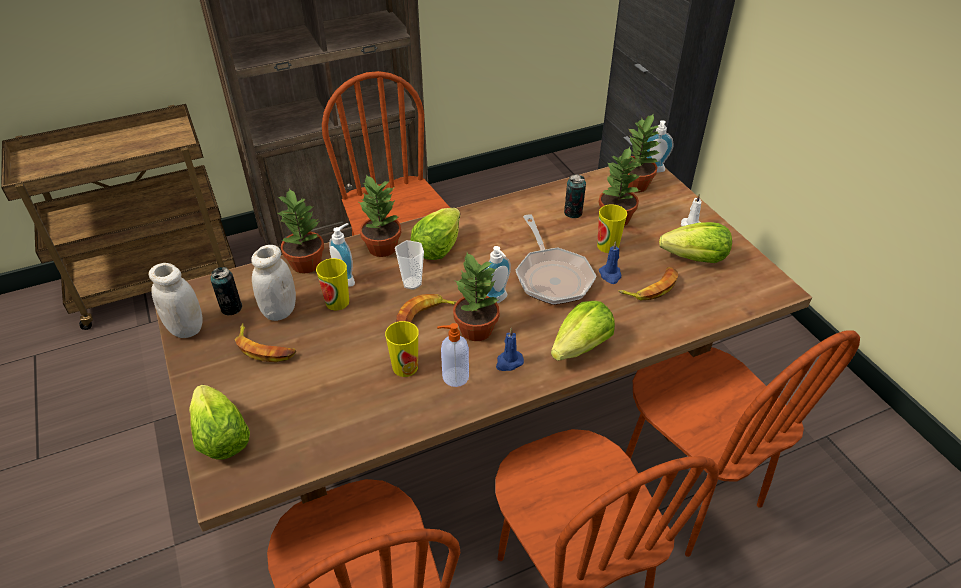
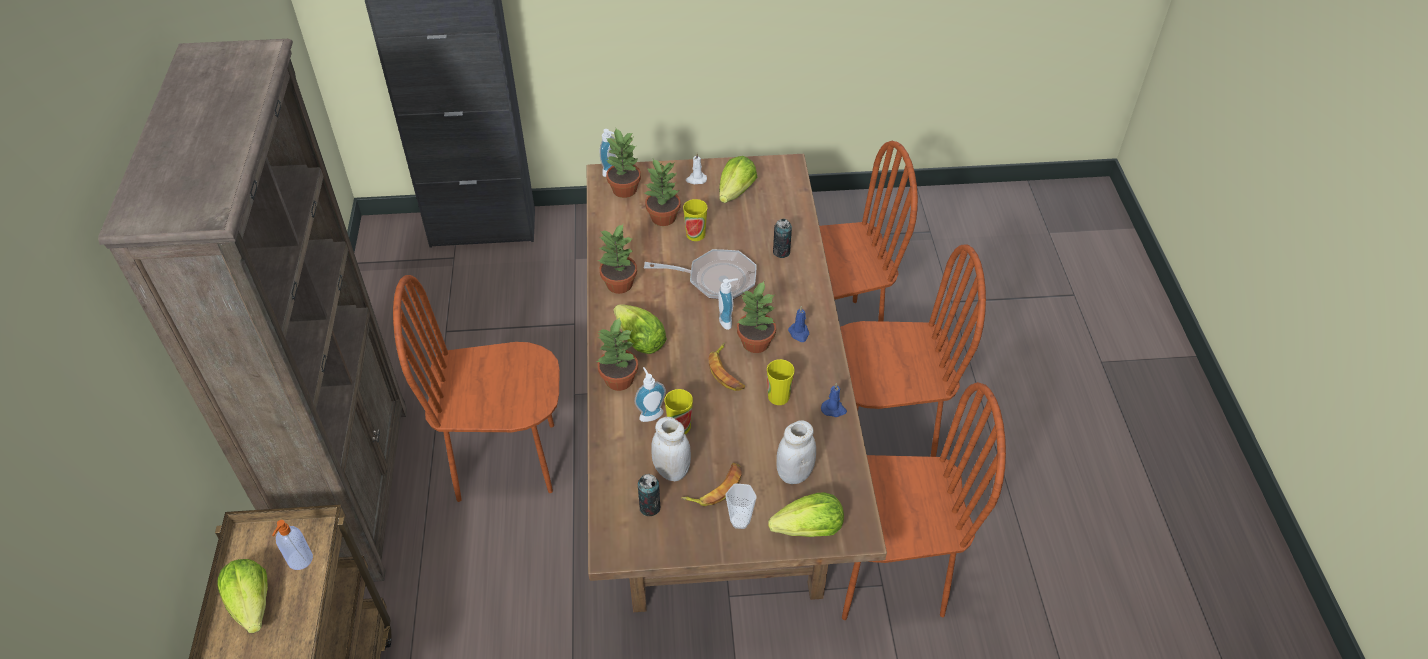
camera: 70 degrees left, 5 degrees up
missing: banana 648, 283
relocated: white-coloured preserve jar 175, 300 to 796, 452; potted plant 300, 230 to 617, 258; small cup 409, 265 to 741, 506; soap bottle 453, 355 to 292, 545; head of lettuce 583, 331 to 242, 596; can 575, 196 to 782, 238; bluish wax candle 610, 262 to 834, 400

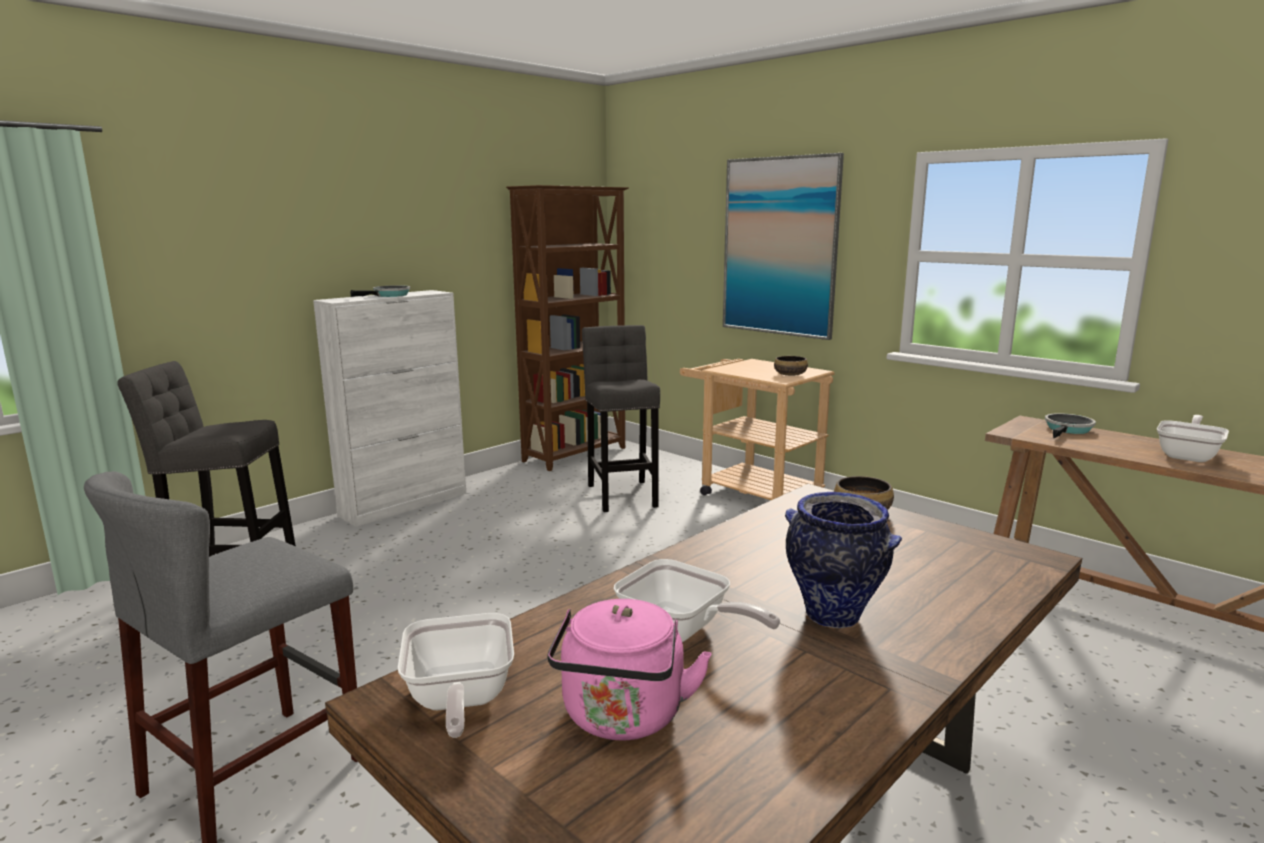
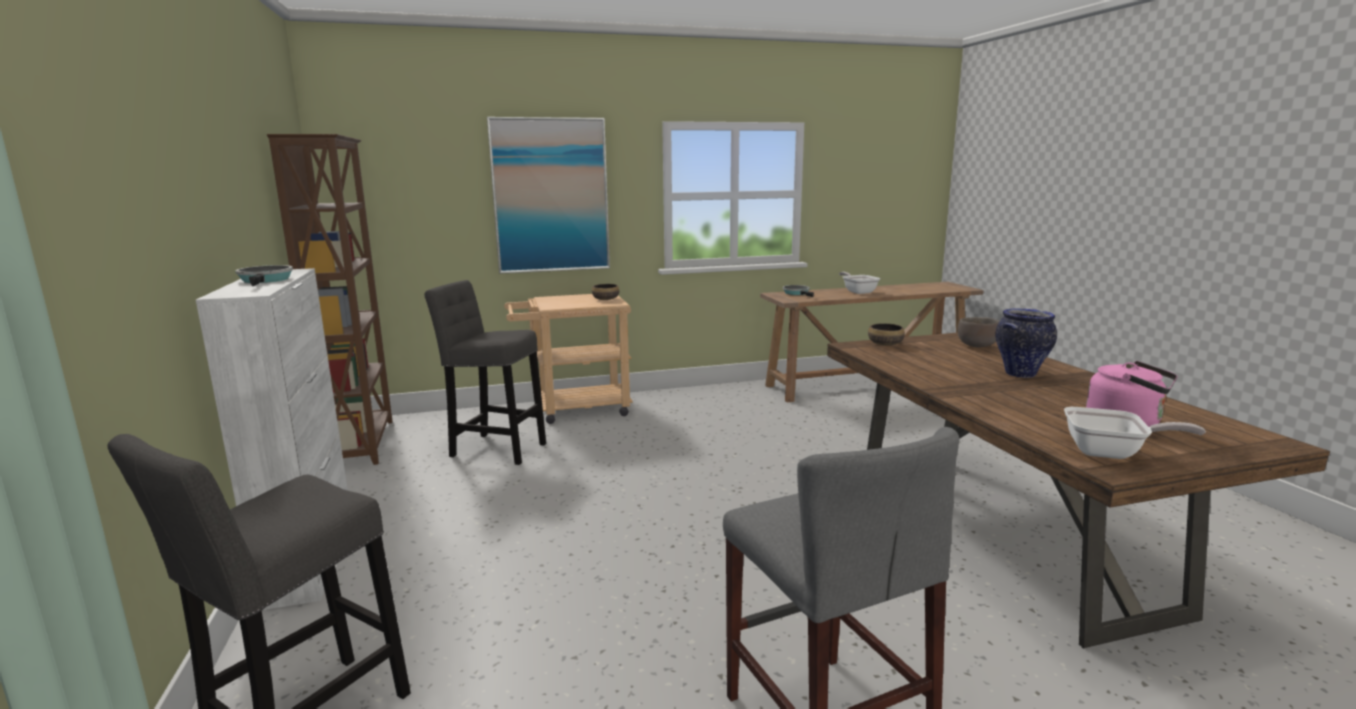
camera: 60 degrees left, 0 degrees up
missing: frying pan 696, 600
appeared: brown serving bowl 978, 332

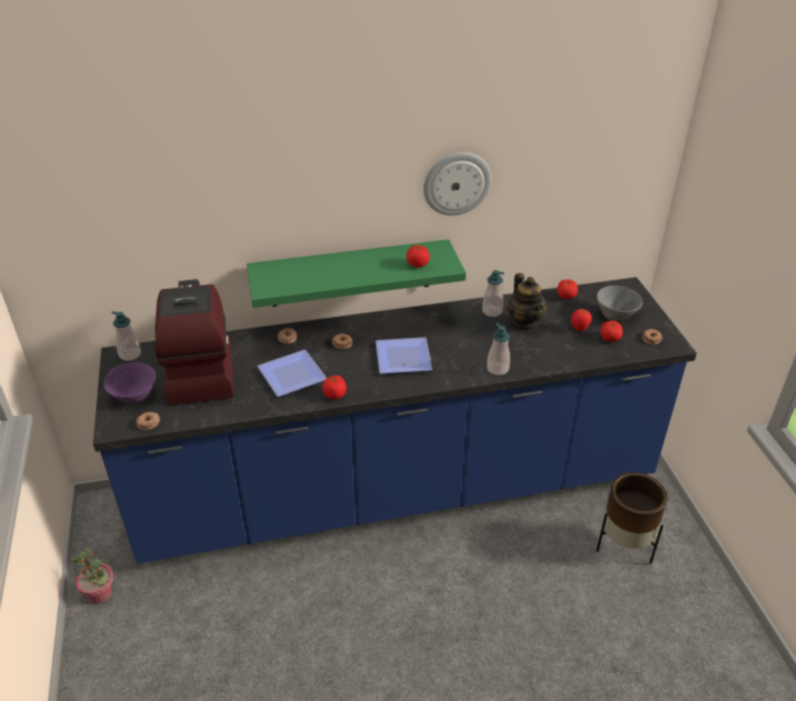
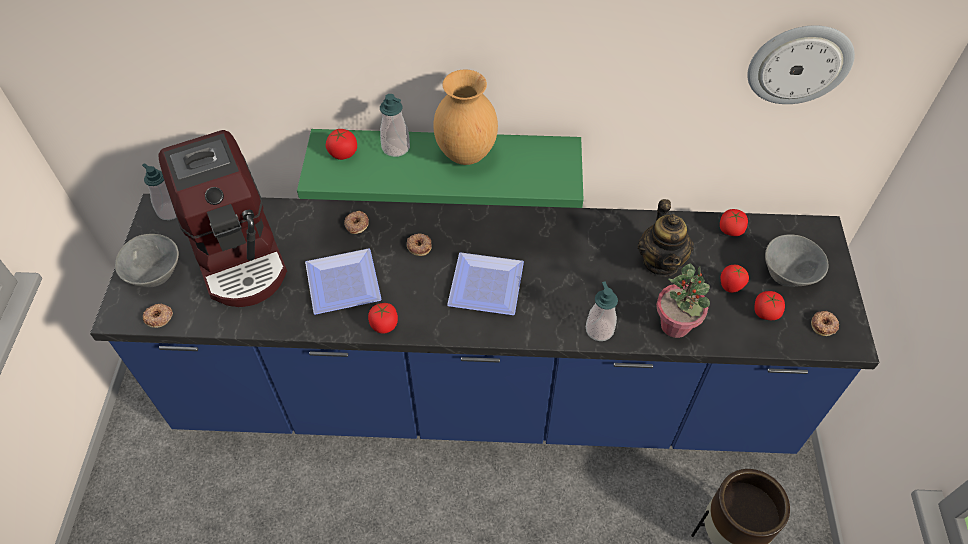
camera: 15 degrees right, 15 degrees up
appeared: brown decorative vase 465, 117
relocated: potted plant 92, 576 to 683, 301; fresh tomato 418, 256 to 341, 144; clock on the wall 457, 184 to 801, 64; soap bottle 493, 293 to 395, 125
colour: purplish serving bowl 130, 383 to grey serving bowl 147, 260
spun: coffee machine 194, 342 = 222, 218 150 degrees clockwise

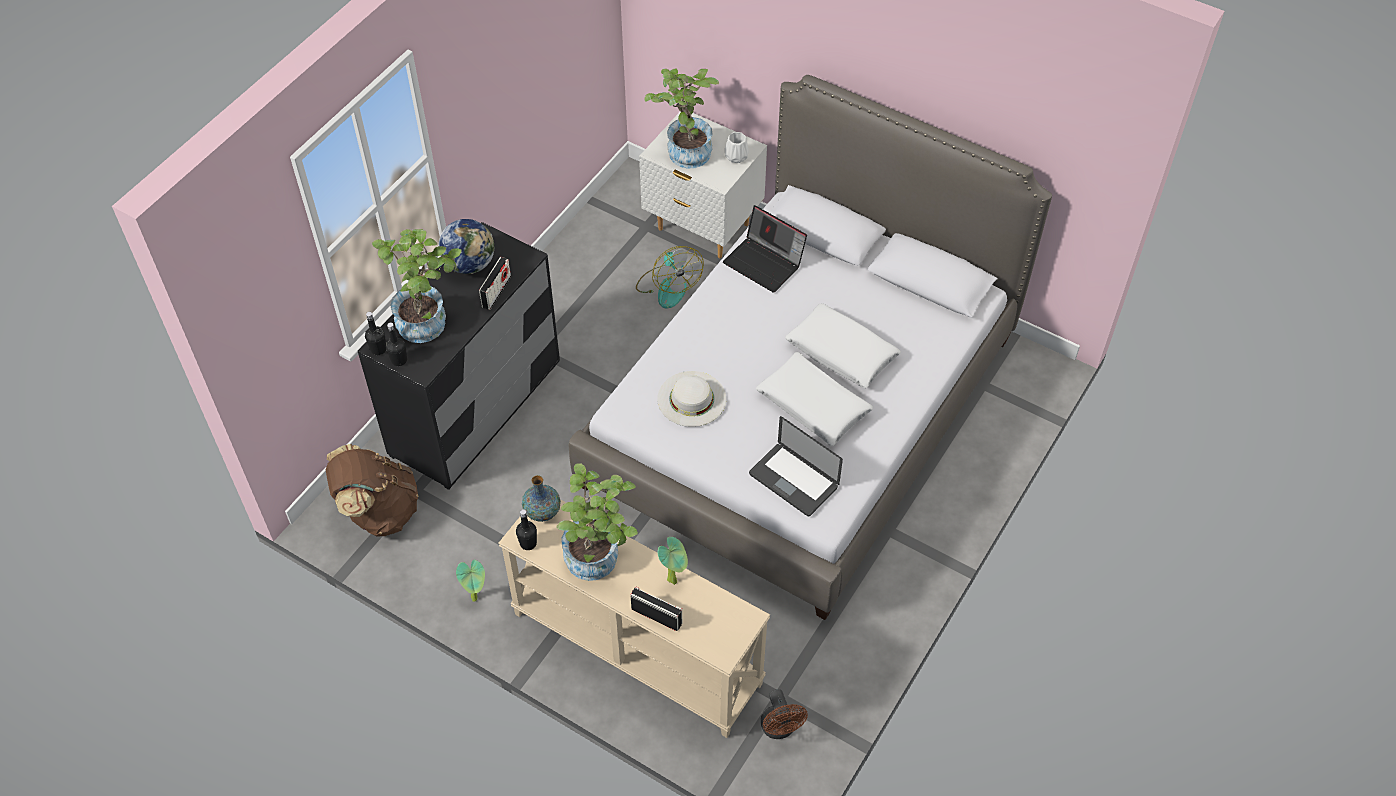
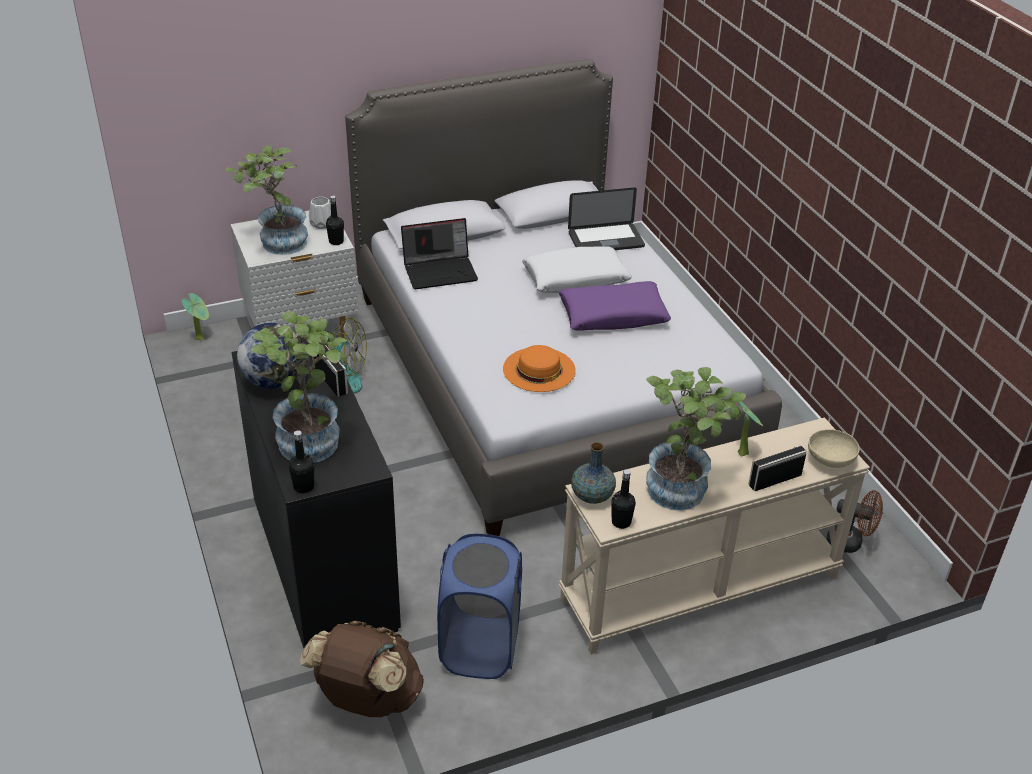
camera: 55 degrees left, 15 degrees down
appeared: bluish washing basket 479, 606; beige-coloured serving bowl 834, 448
relocated: black-coloured bottle 396, 344 to 335, 220; potted plant 470, 581 to 195, 317; notebook computer 796, 466 to 606, 218
colour: white-coloured hat 691, 399 to orange-coloured hat 539, 368; white-coloured throw pillow 814, 399 to purplish throw pillow 615, 306

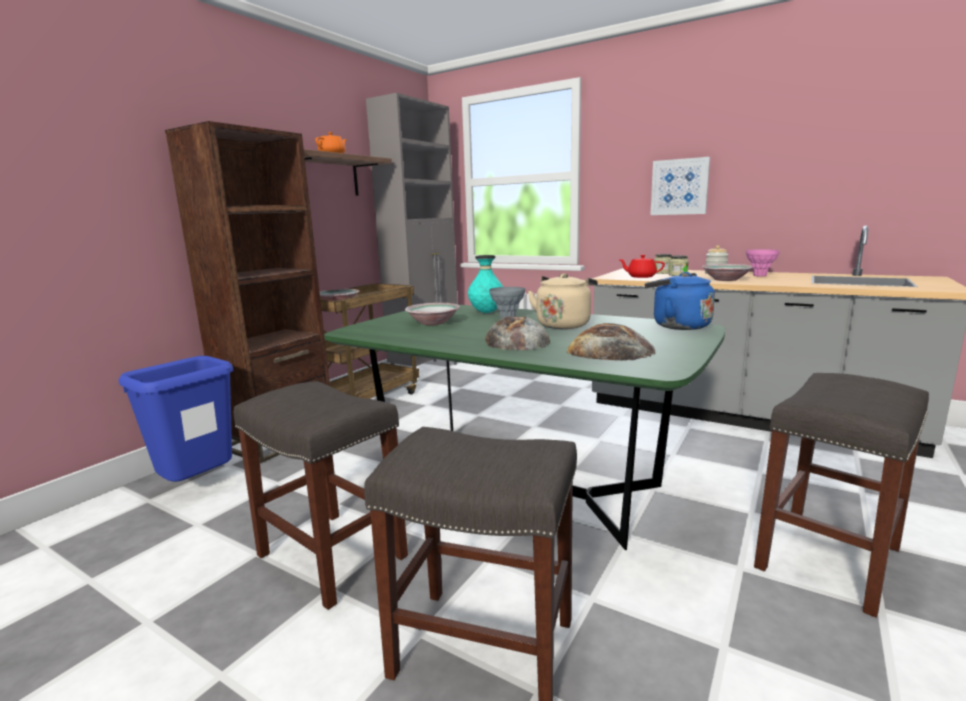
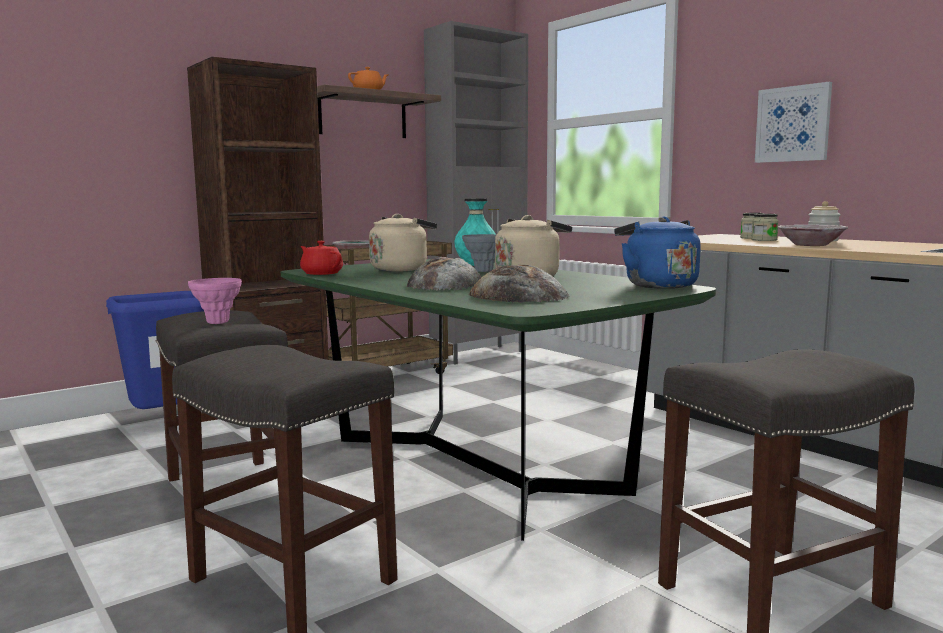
camera: 20 degrees right, 5 degrees down
relocated: red-coloured tea pot 641, 266 to 321, 258; pink-coloured decorative vase 762, 263 to 215, 301
exchanged: serving bowl 432, 314 to beige-coloured kettle 403, 243

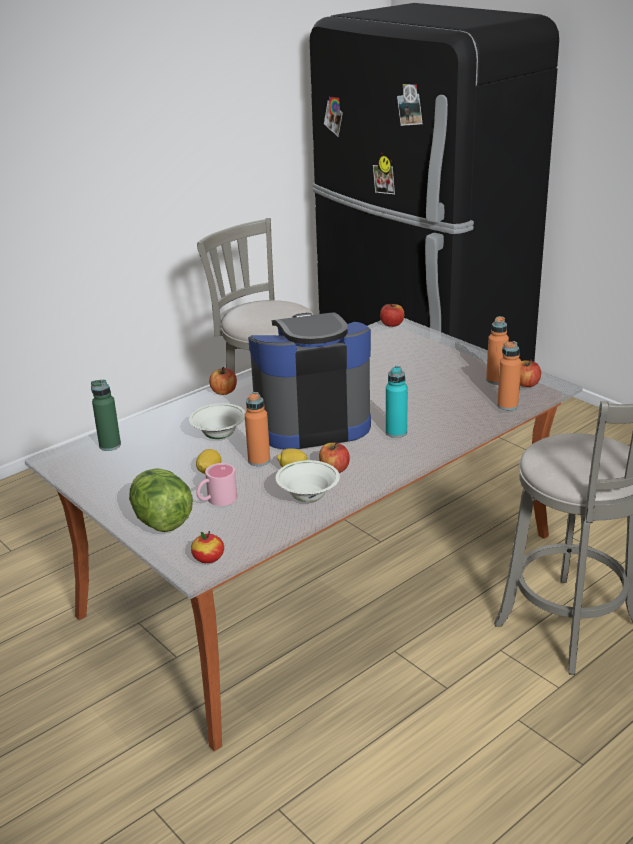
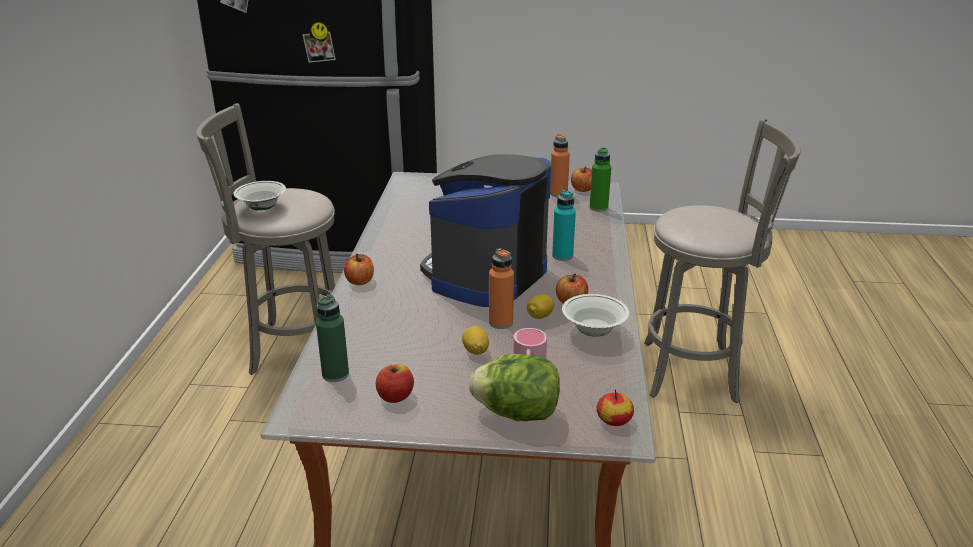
camera: 45 degrees left, 0 degrees up
relocated: white-coloured serving bowl 217, 421 to 260, 196; whole apple 392, 315 to 395, 383
colour: orange-coloured bottle 509, 375 to green bottle 600, 179

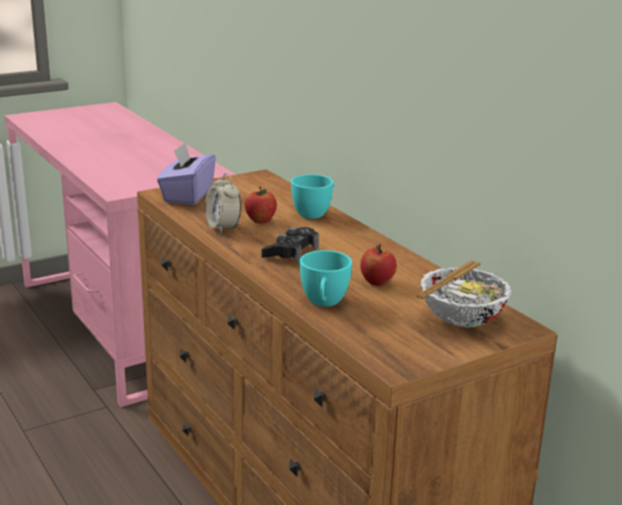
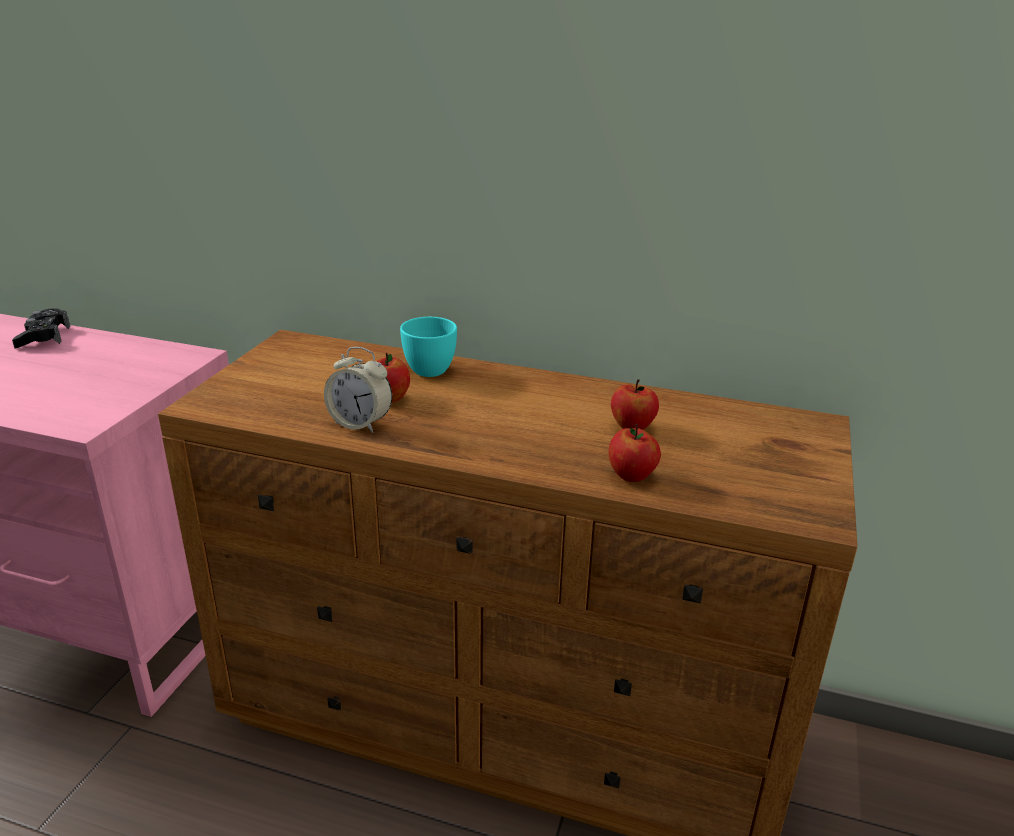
camera: 40 degrees left, 5 degrees up
missing: purplish tissue holder 186, 174; serving bowl 464, 293
relocated: black-coloured joypad 290, 245 to 41, 328
exchanged: blue-green small cup 326, 278 to whole apple 634, 453

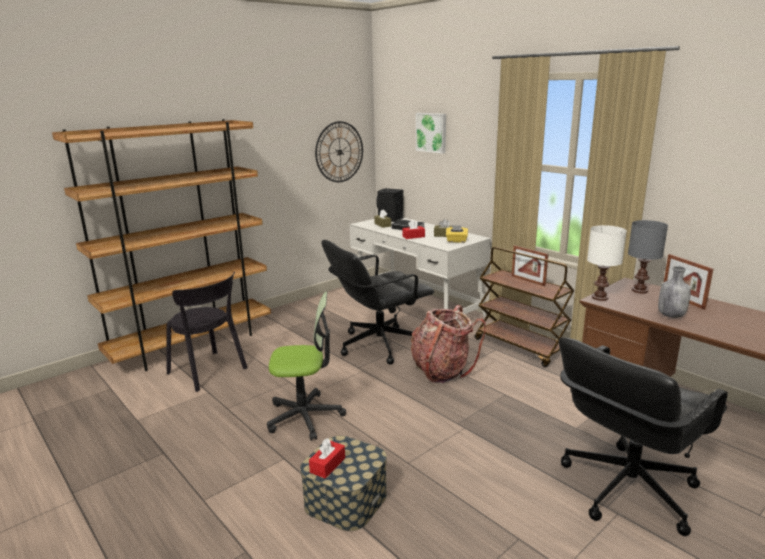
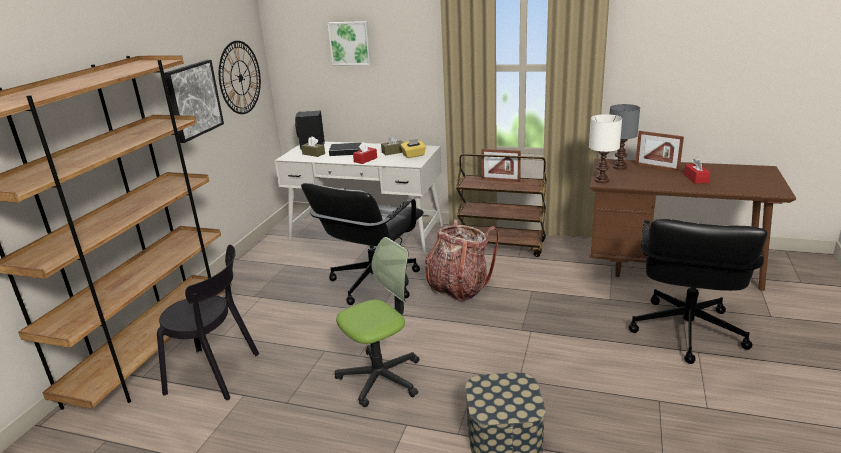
camera: 30 degrees left, 5 degrees up
missing: grey bottle 674, 292
appeared: wall art 194, 101
relocated: red-coloured tissue holder 327, 458 to 697, 170

